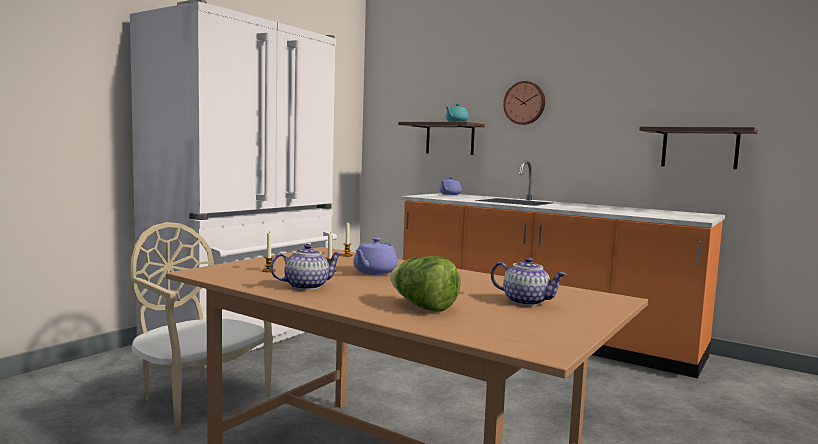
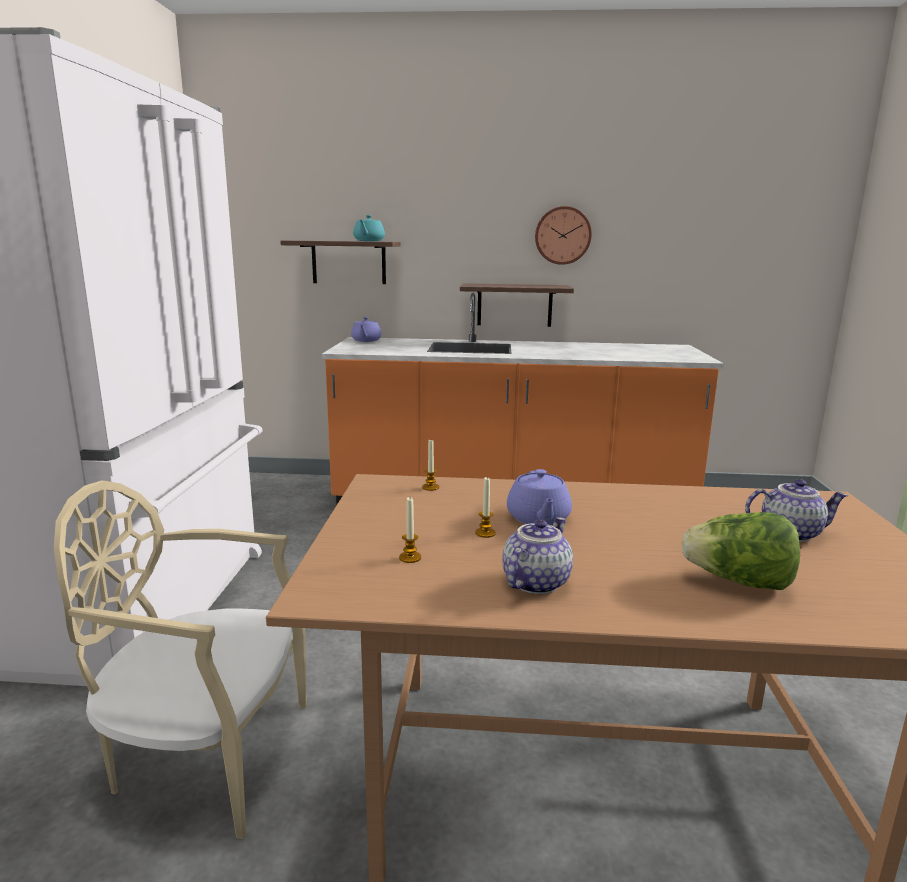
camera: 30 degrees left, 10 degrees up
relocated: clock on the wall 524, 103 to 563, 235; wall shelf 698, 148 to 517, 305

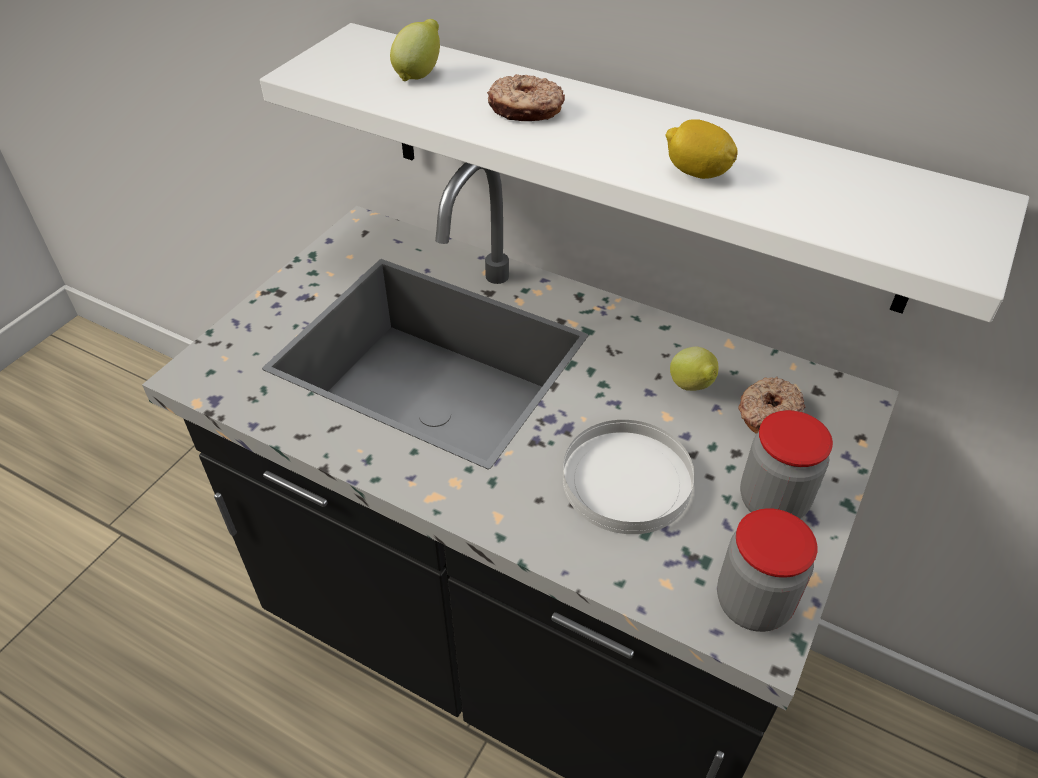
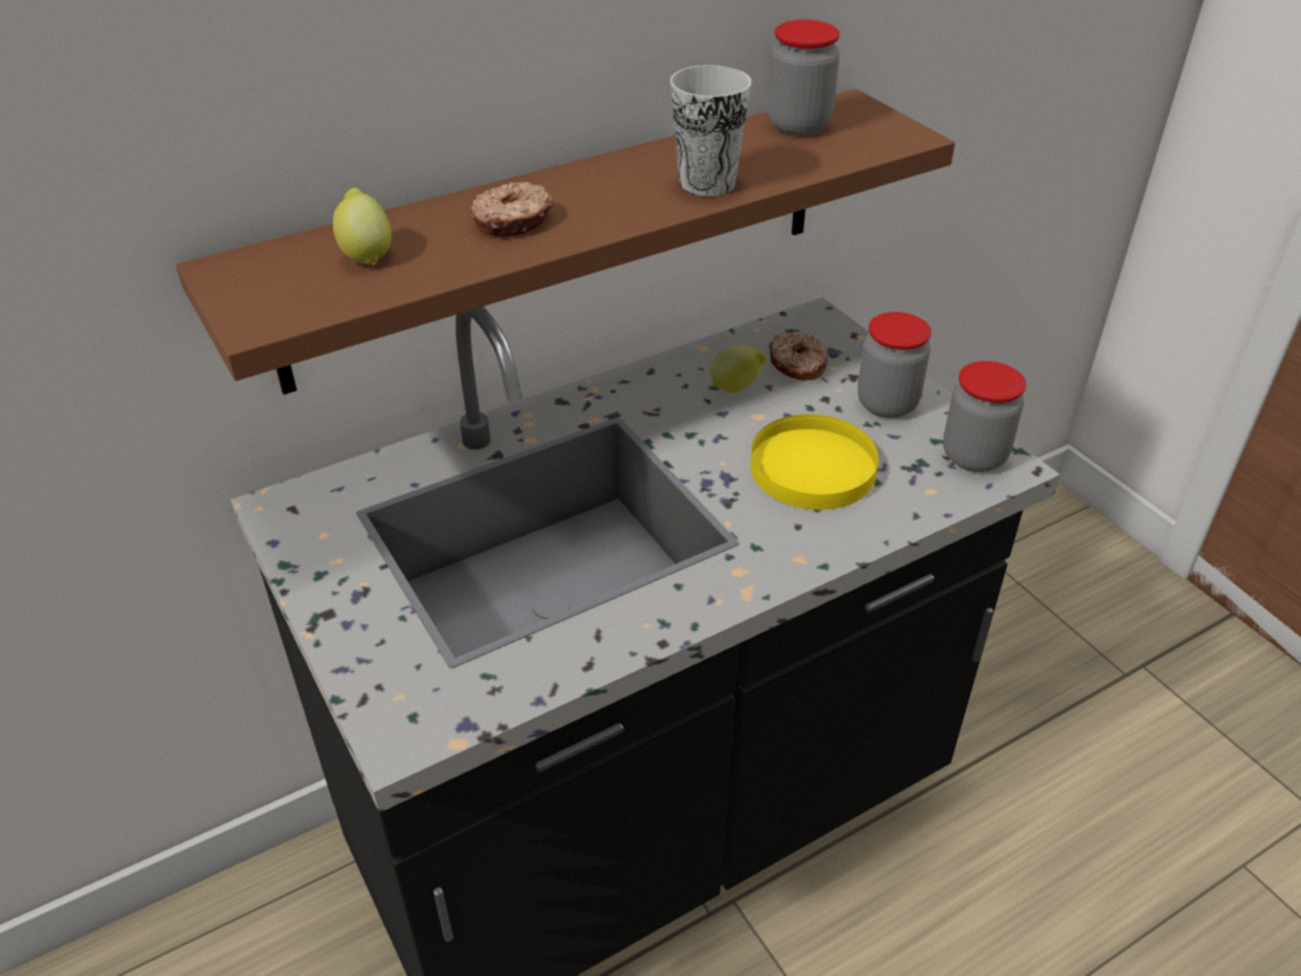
camera: 60 degrees left, 5 degrees down
appeared: preserve jar 803, 78
exchanged: whole lemon 702, 149 to small cup 711, 130
colour: white-coloured wall shelf 644, 172 to brown wall shelf 565, 242; white-coloured plate 629, 477 to yellowish plate 814, 462

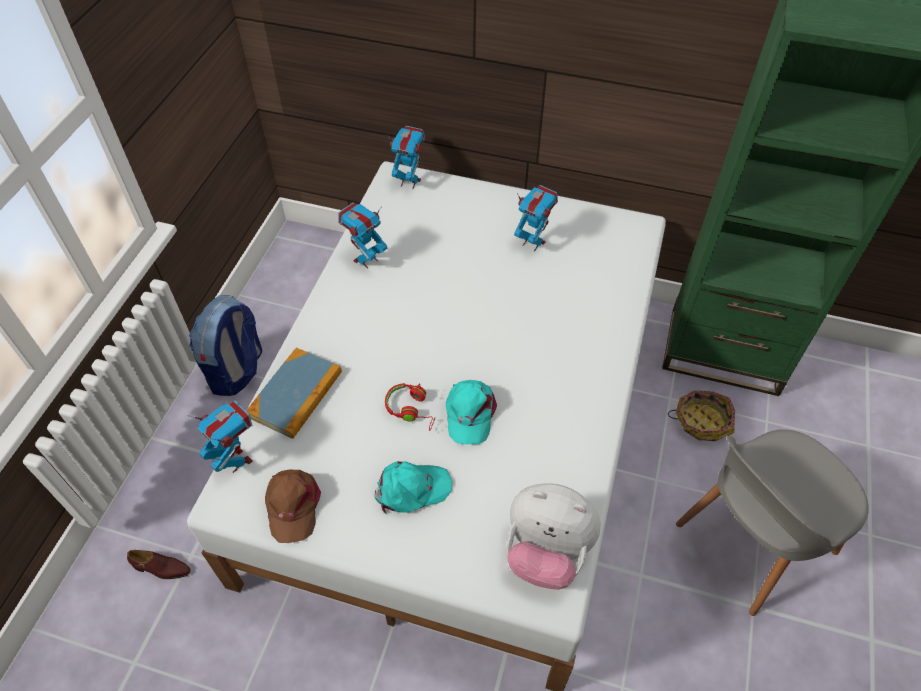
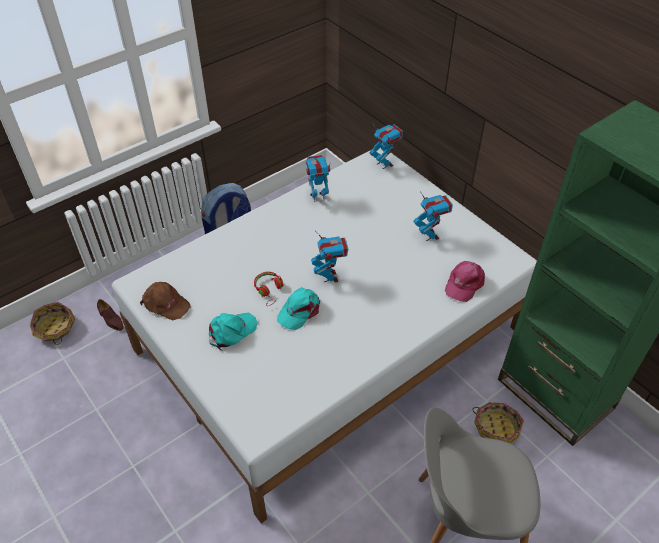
camera: 35 degrees right, 5 degrees down
missing: bound book 294, 393; plush toy 554, 536
appeared: household basket 52, 323; pink-coloured peaked cap 465, 281
relocated: model robot 220, 436 to 330, 257
spun: brown peaked cap 293, 506 = 165, 301 90 degrees counterclockwise; blue-green peaked cap 413, 487 = 233, 331 60 degrees counterclockwise

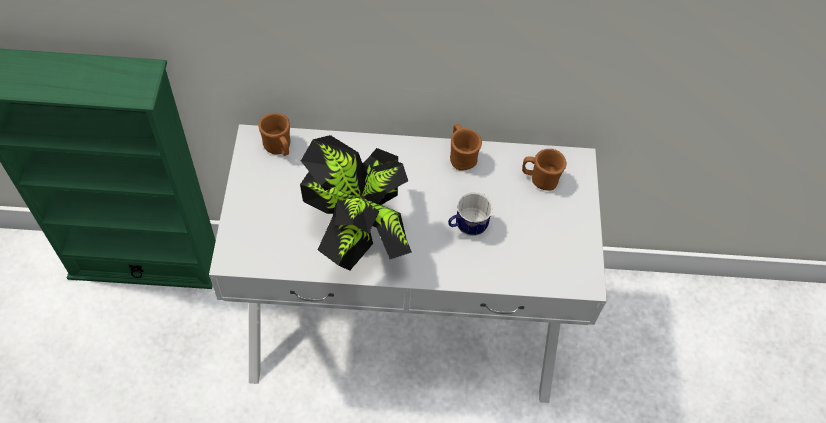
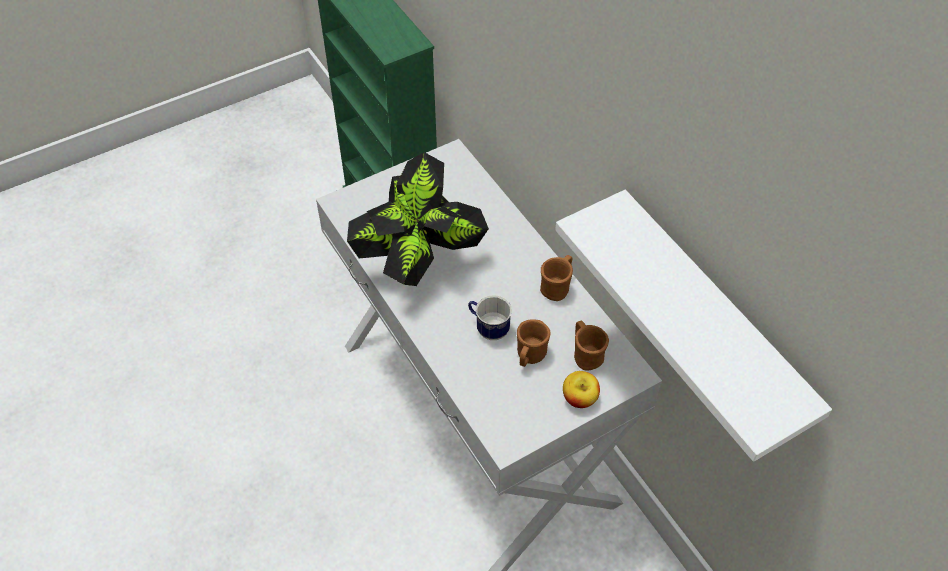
camera: 60 degrees right, 5 degrees down
appeared: white-coloured wall shelf 693, 326; whole apple 581, 389
relocated: brown coffee mug 274, 134 to 534, 343

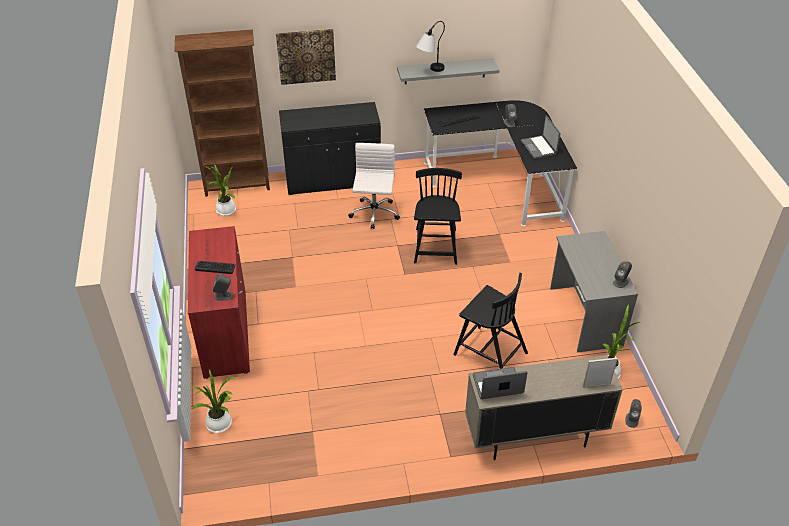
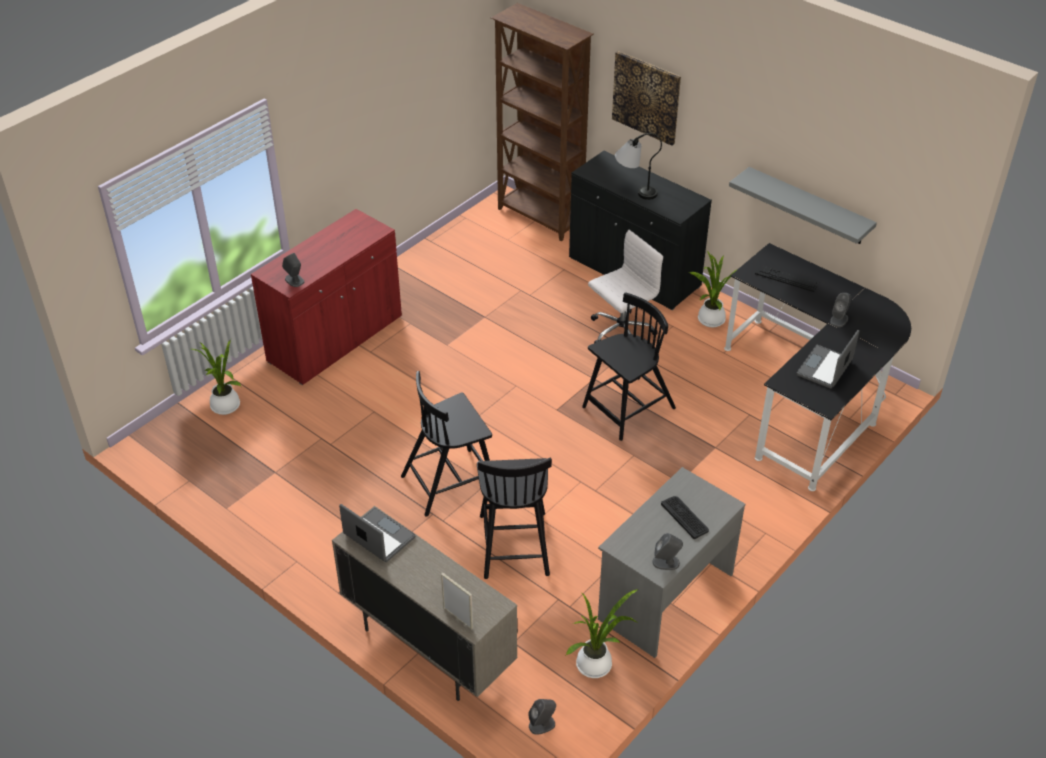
camera: 50 degrees right, 0 degrees up
appeared: black-coloured plain chair 446, 444
relocated: computer keyboard 215, 267 to 685, 517; potted plant 220, 190 to 712, 289; lamp for a table 430, 46 to 638, 166

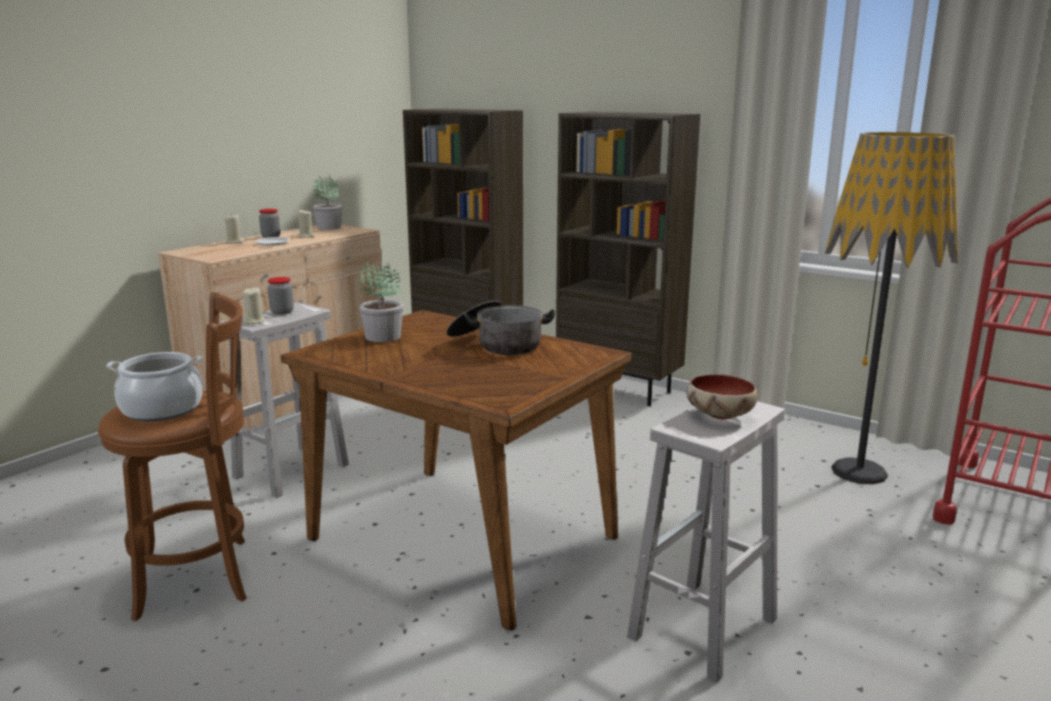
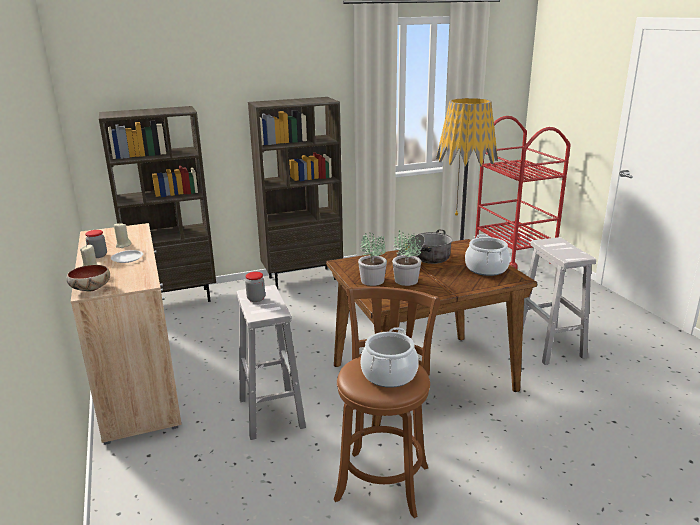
camera: 55 degrees left, 5 degrees up
missing: beige-coloured wax candle 253, 305
appeared: stockpot 487, 255
relocated: potted plant 327, 202 to 407, 258; serving bowl 722, 396 to 88, 278

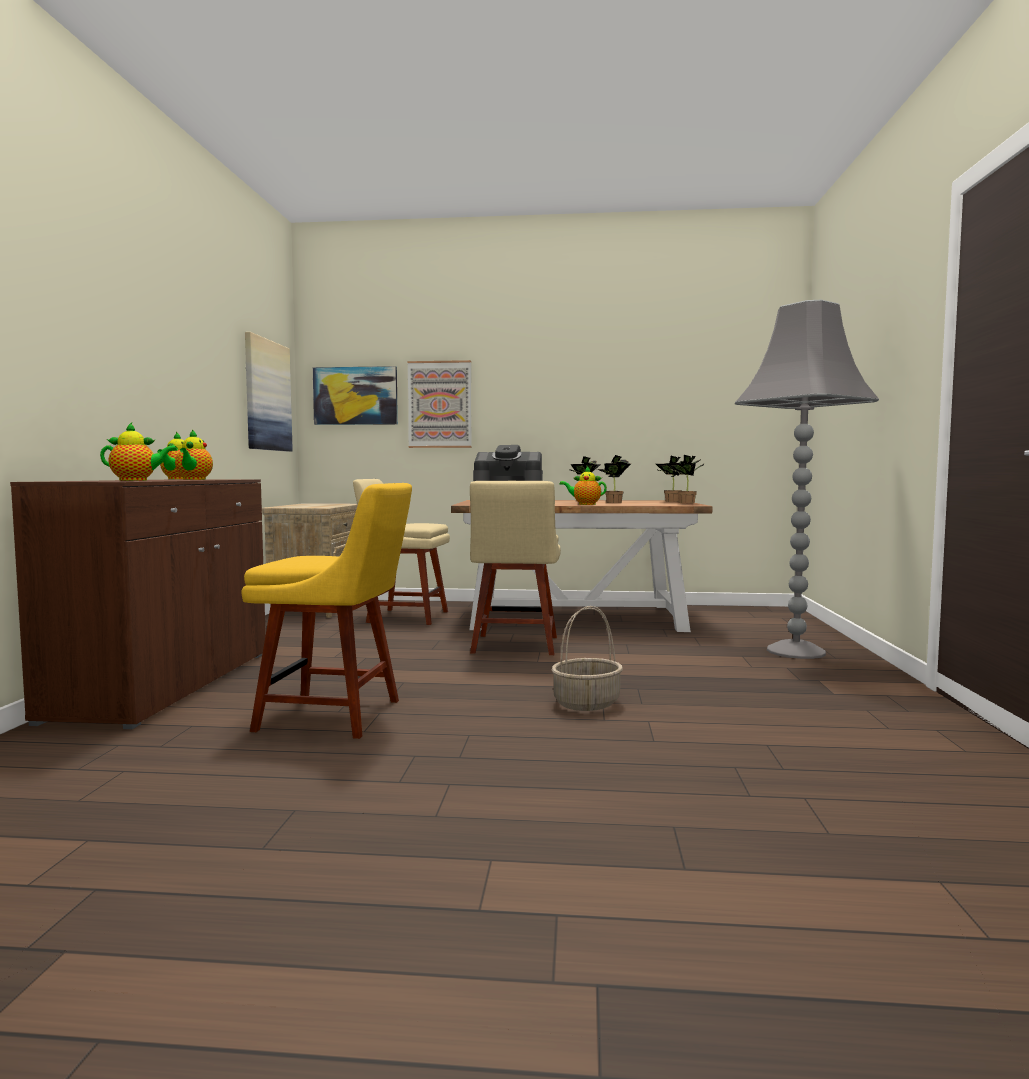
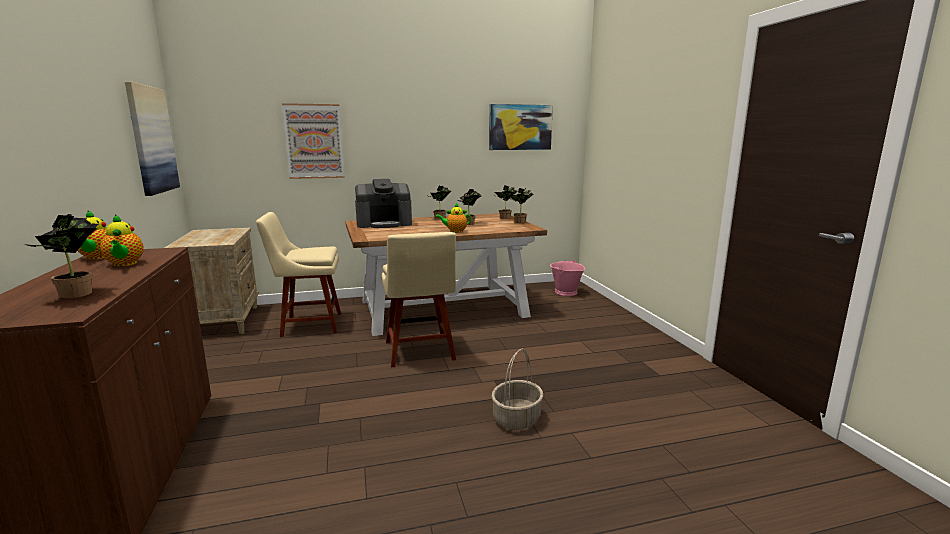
camera: 20 degrees left, 10 degrees up
missing: yellowish plain chair 326, 611; grey standard lamp 807, 479
appeared: pink-coloured water bucket 567, 277
relocated: wall art 355, 395 to 521, 127
exchanged: tea pot 139, 452 to potted plant 61, 256

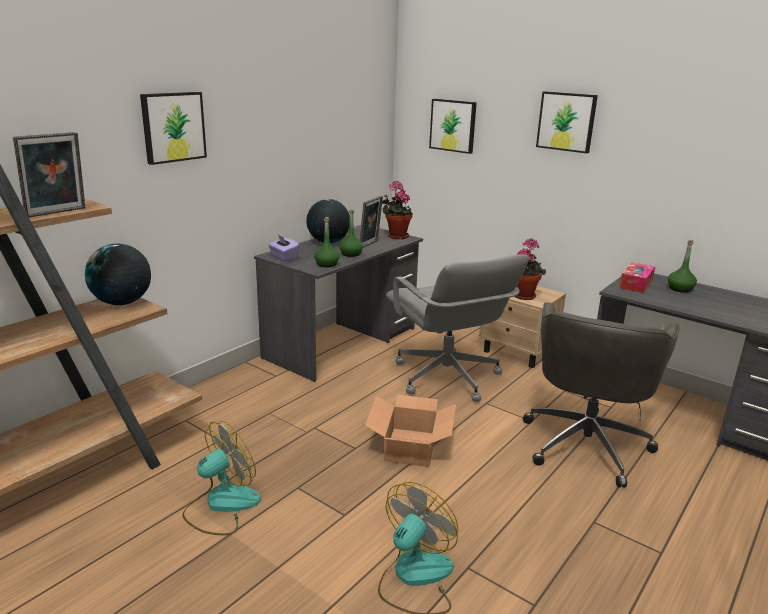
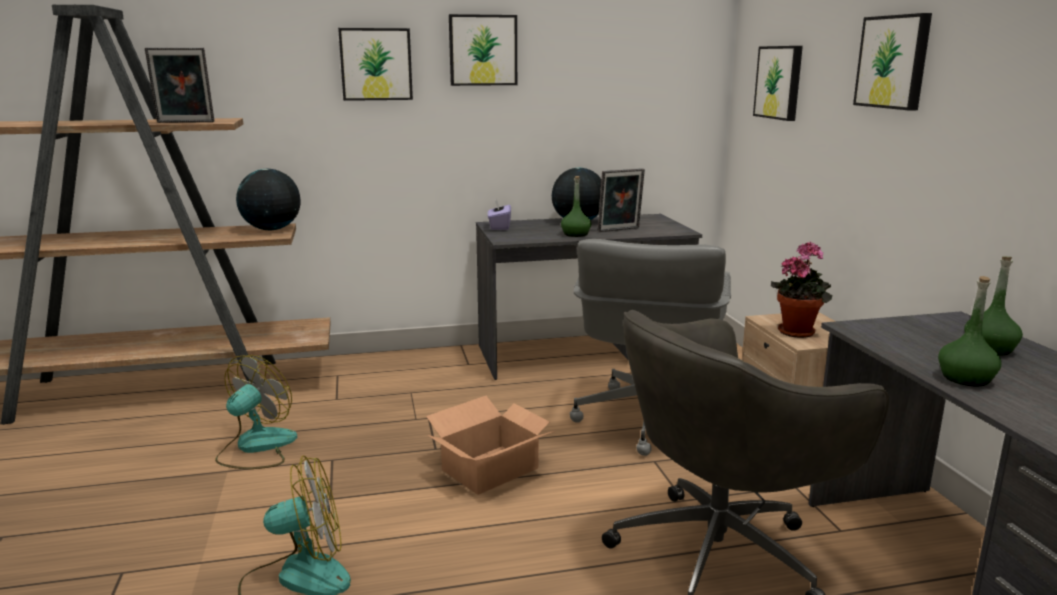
camera: 40 degrees right, 5 degrees down
missing: potted plant 397, 210; tissue holder 637, 277
appeared: wall art 483, 50
relocated: green bottle 327, 242 to 970, 331
spun: fan 221, 478 = 256, 412 60 degrees counterclockwise

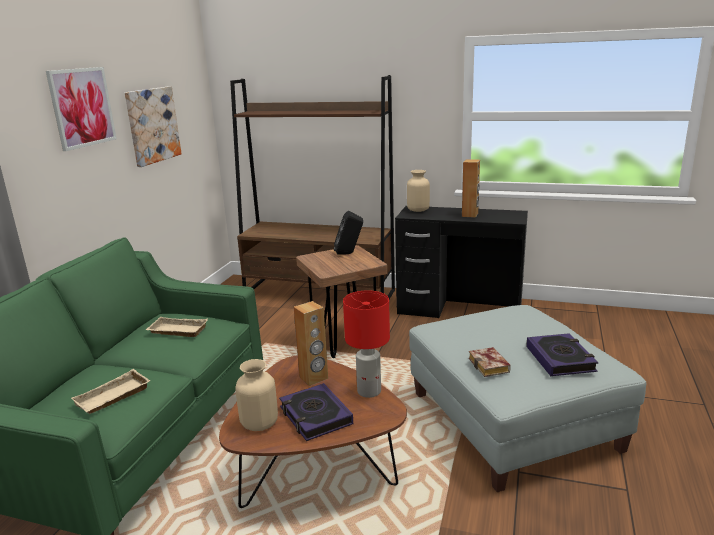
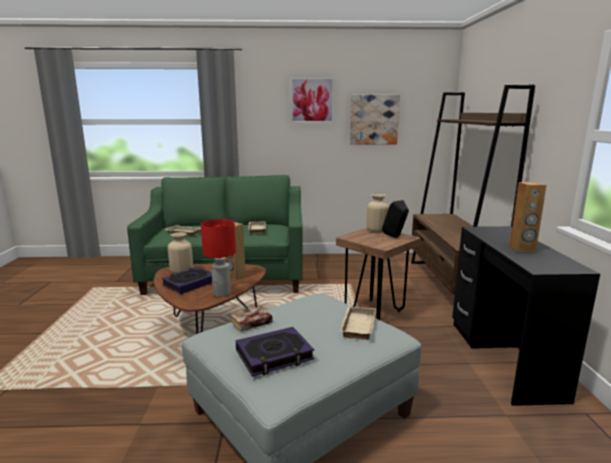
camera: 70 degrees right, 5 degrees down
appeared: beige-coloured serving tray 358, 323
relocated: beige-coloured decorative vase 418, 191 to 377, 213

